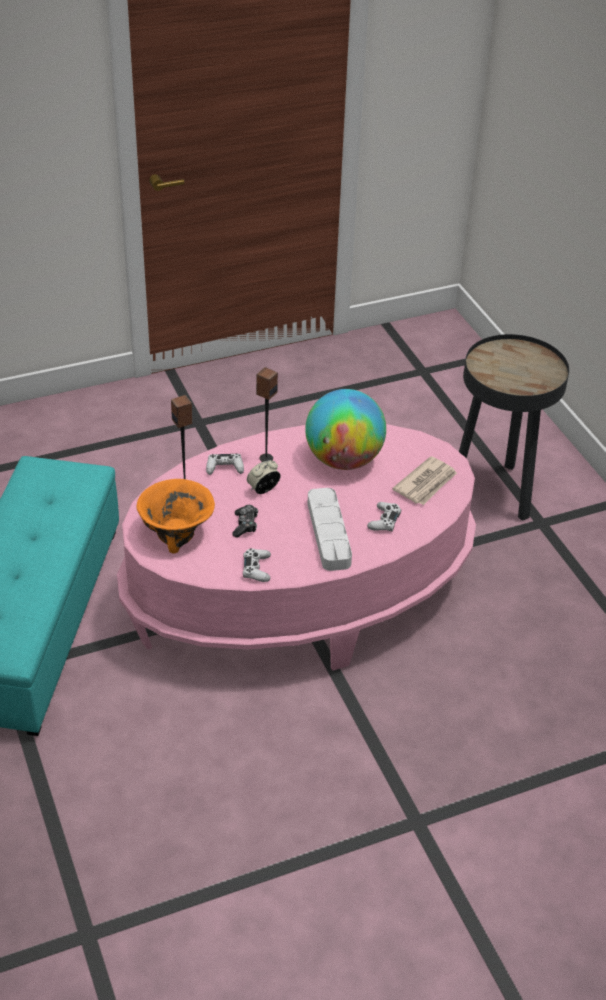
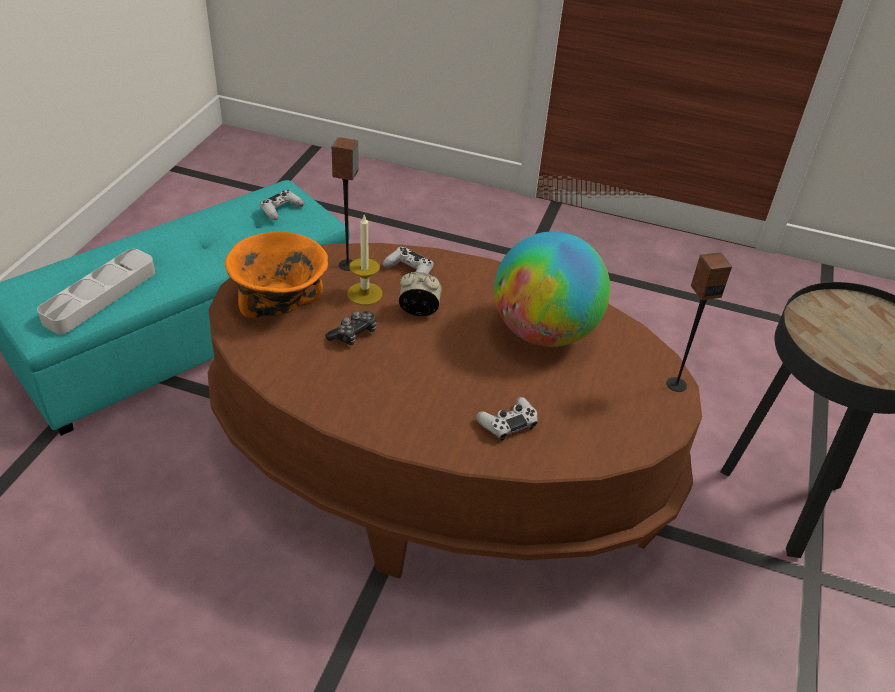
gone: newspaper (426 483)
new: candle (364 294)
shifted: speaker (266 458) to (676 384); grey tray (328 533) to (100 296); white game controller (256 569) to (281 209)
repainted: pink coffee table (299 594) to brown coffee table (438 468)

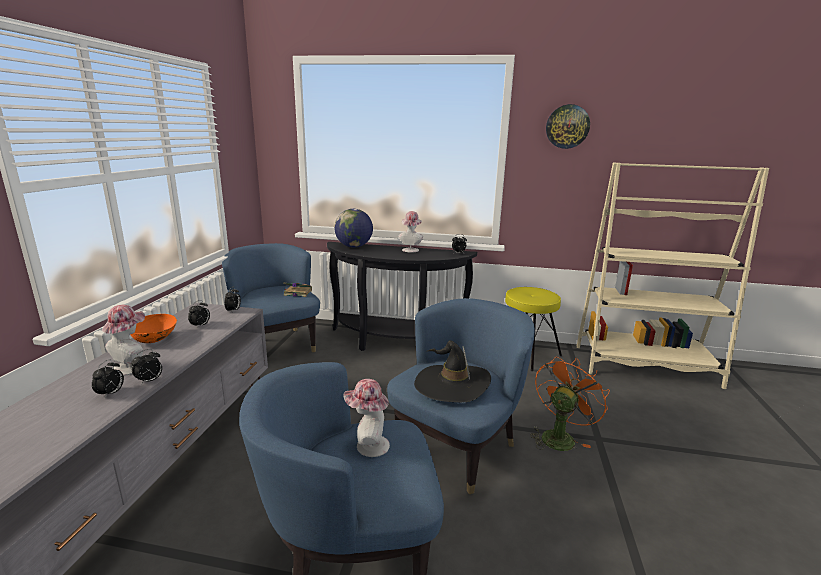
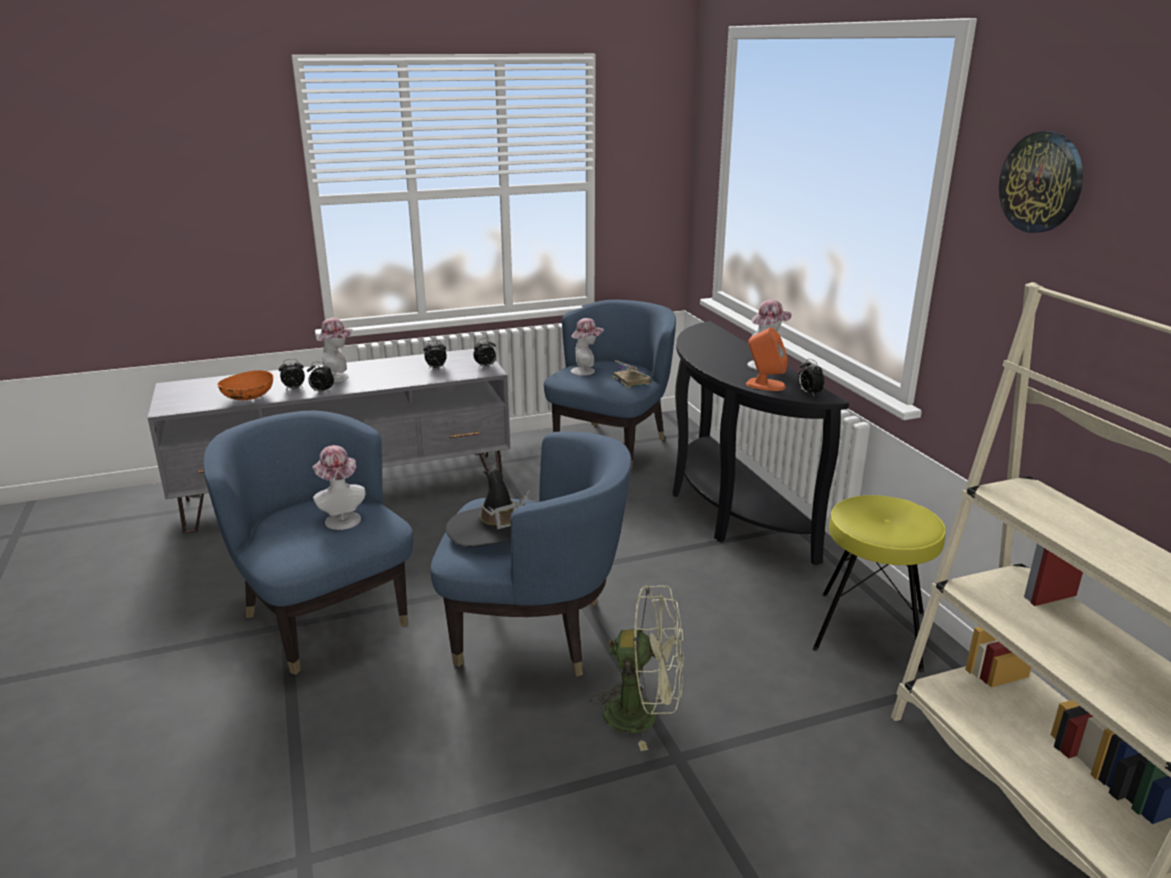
gone: globe (354 246)
new: hat (586 371); orange speaker (765 385)
shifted: orange bowl (155 340) to (248 398)
repainted: orange fan (559 436) to green fan (643 715)

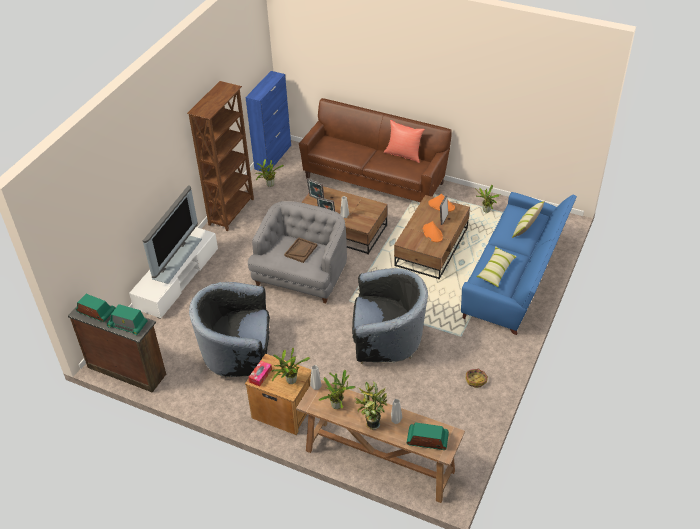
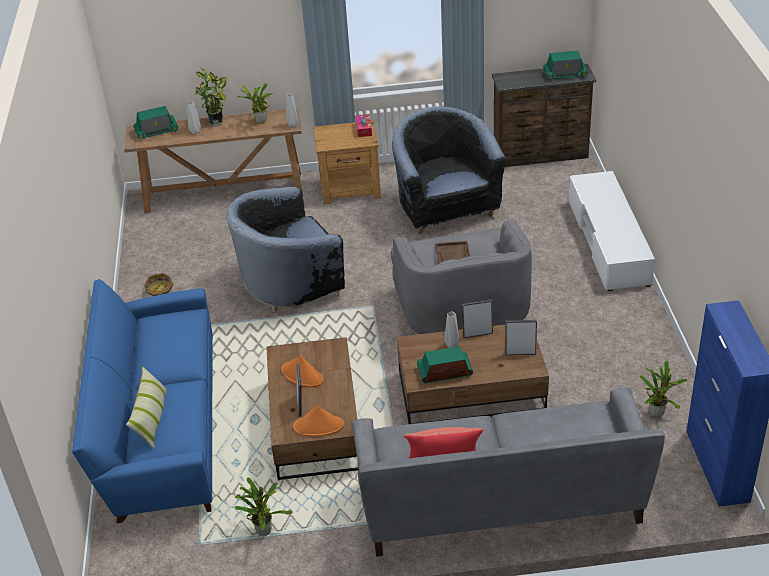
gone: brown bookcase (232 212); television (175 258); pillow (496 270); potted plant (290 381)
shifted: radio (128 325) to (444 372)
repainted: brown sofa (374 180) to grey sofa (501 502)
rotated: black armchair (238 354) = (445 209) 75 degrees counterclockwise

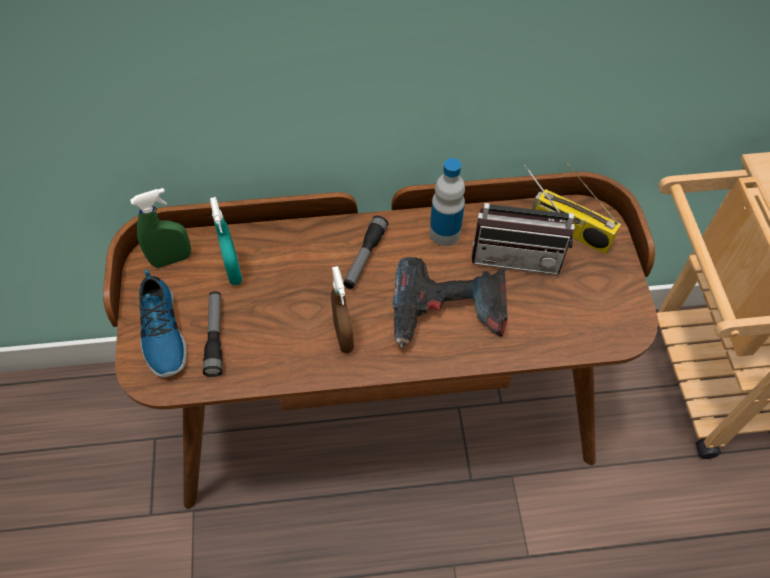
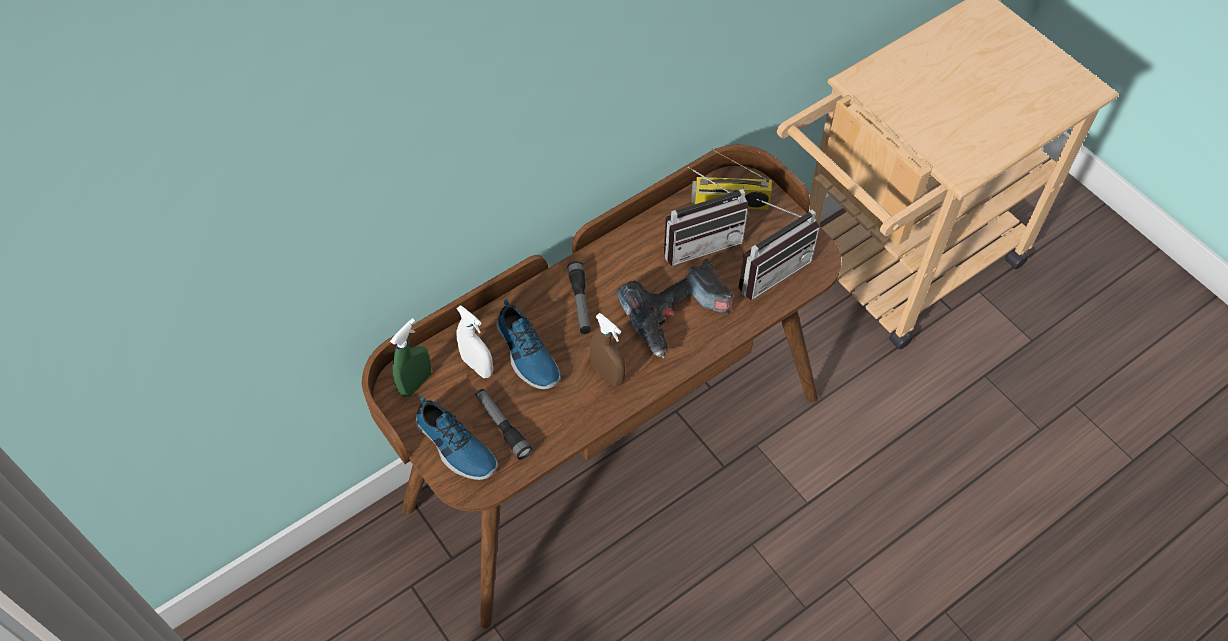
gone: bottle (444 233)
new: radio (769 268); shoe (526 354)
repainted: turquoise spray bottle (233 270) to white spray bottle (477 366)

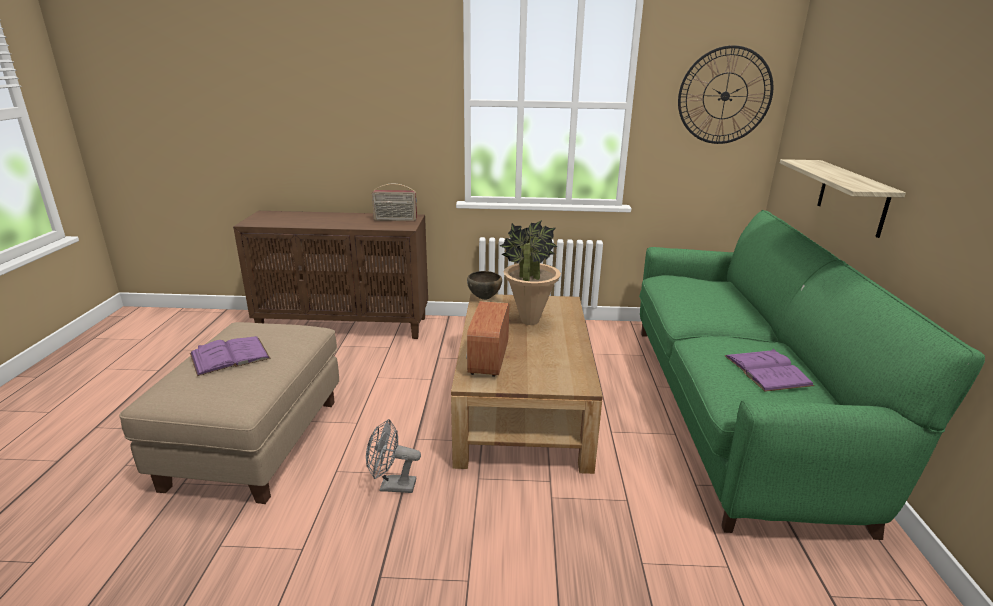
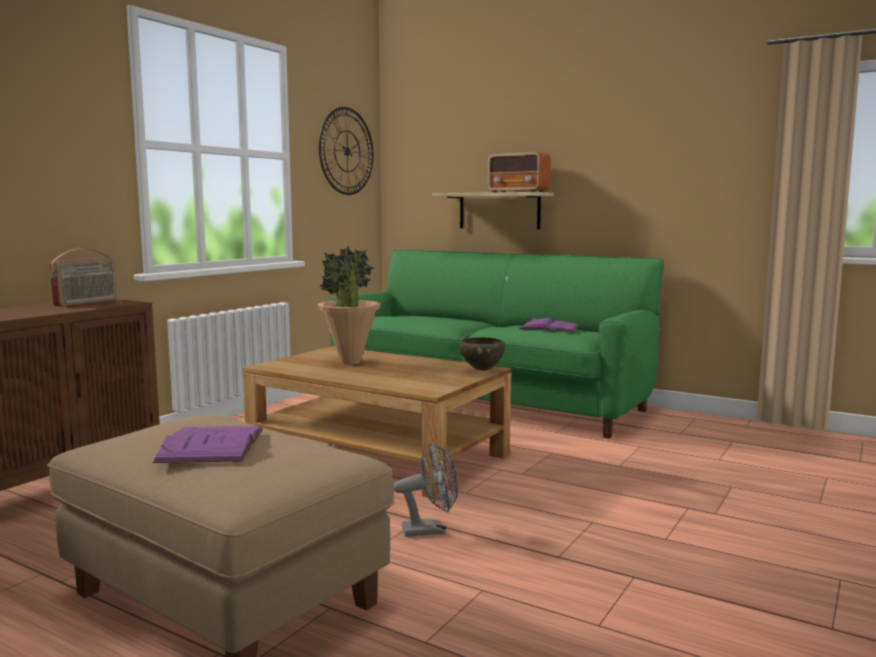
shifted: brown bowl (484 298) to (482 370); radio (488 359) to (518 192)
rotated: grey fan (392 486) = (430 530) 135 degrees counterclockwise

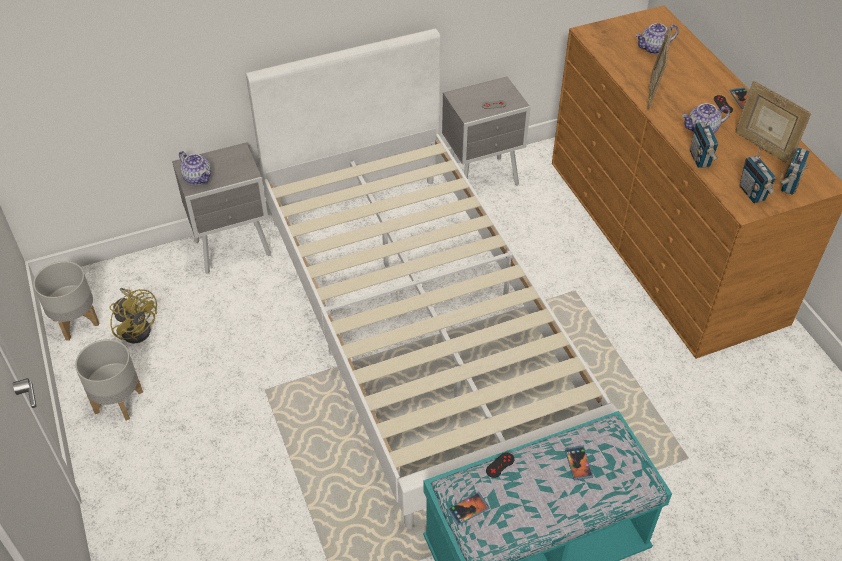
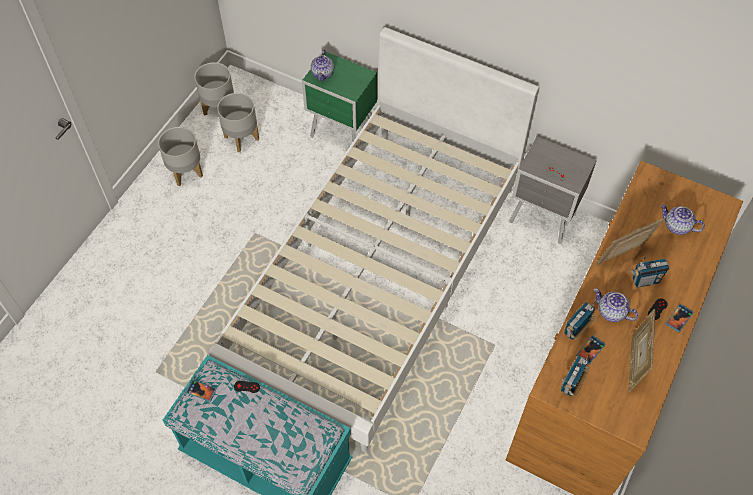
shifted: radio (788 185) to (645 280); phone (578 463) to (590 350)
swapped: yellow fan (137 327) to grey planter (242 138)
repainted: grey nightstand (234 249) to green nightstand (343 135)

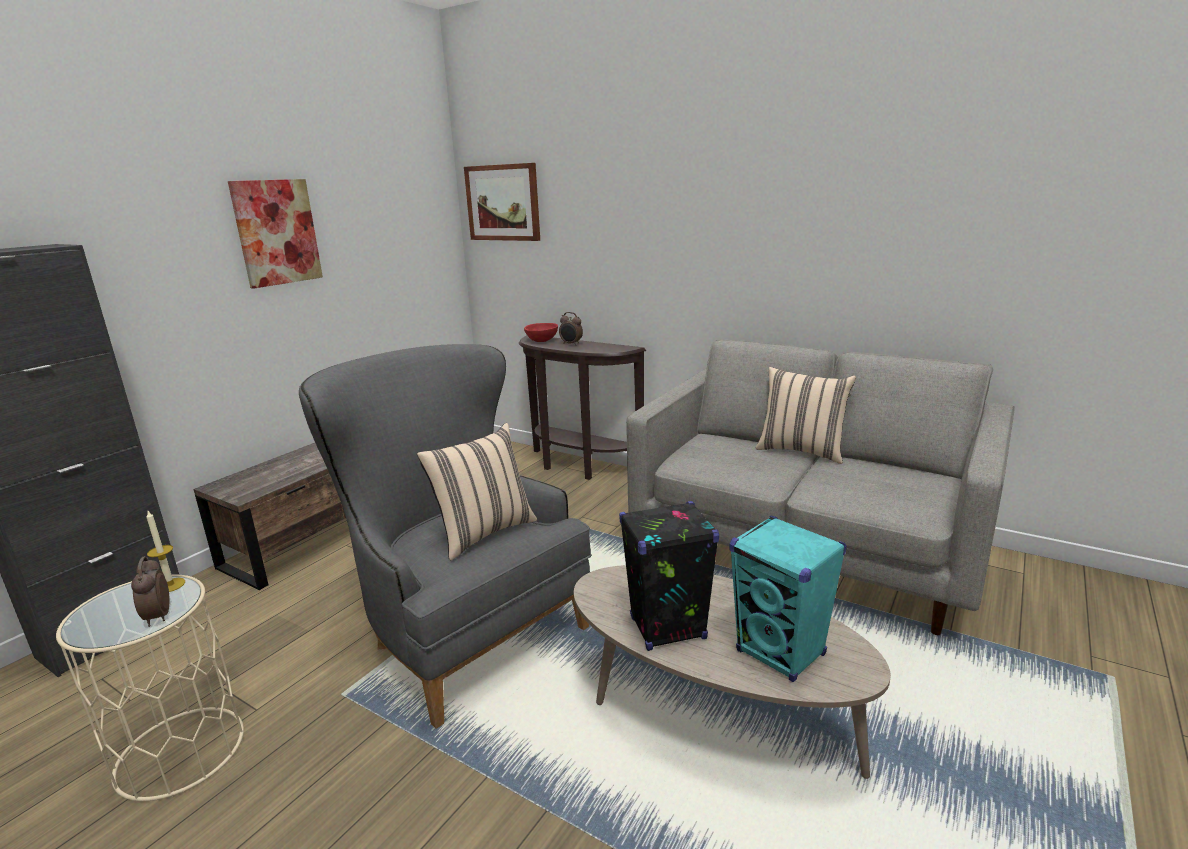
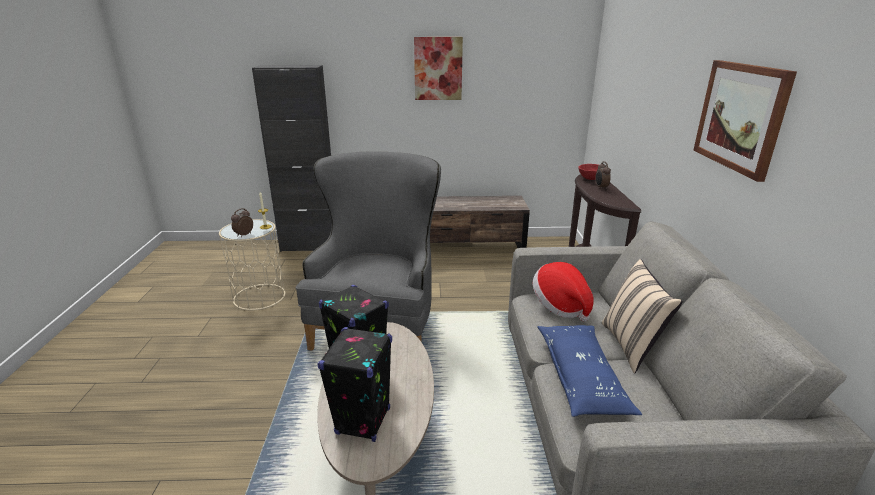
gone: beige pillow (483 533)
new: hat (560 306); blue pillow (581 378)
shifted: picture (503 203) to (740 116)
repainted: turquoise speaker (781 653) to black speaker (363 421)

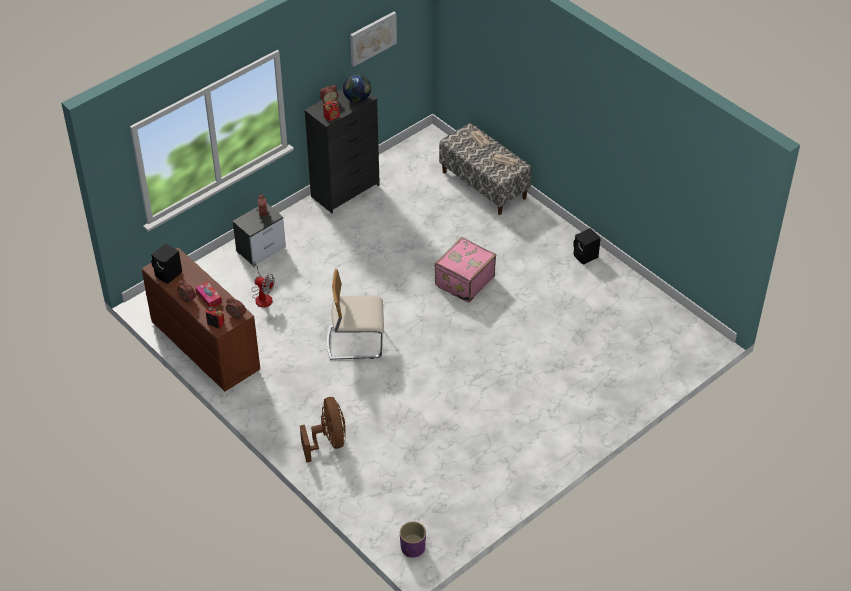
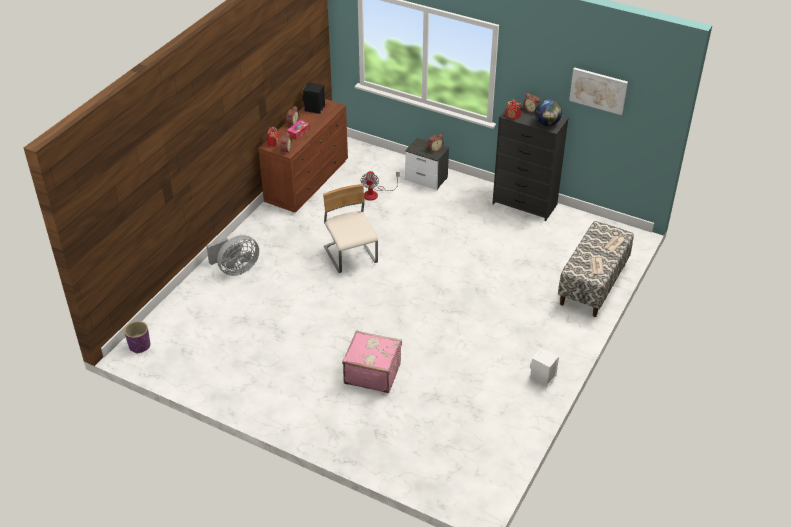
shifted: pink suitcase (463 281) to (372 373)
repainted: black speaker (586 257) to white speaker (542 378); brown fan (328 441) to grey fan (236 269)

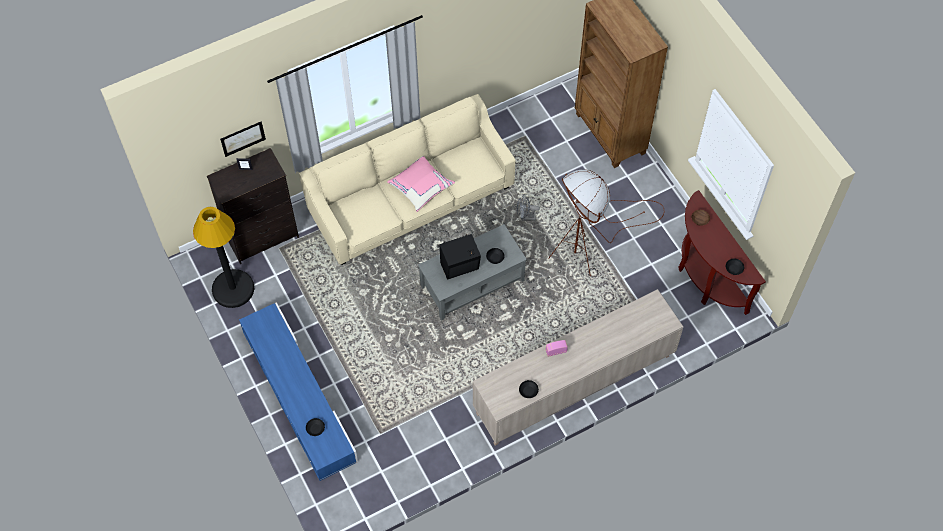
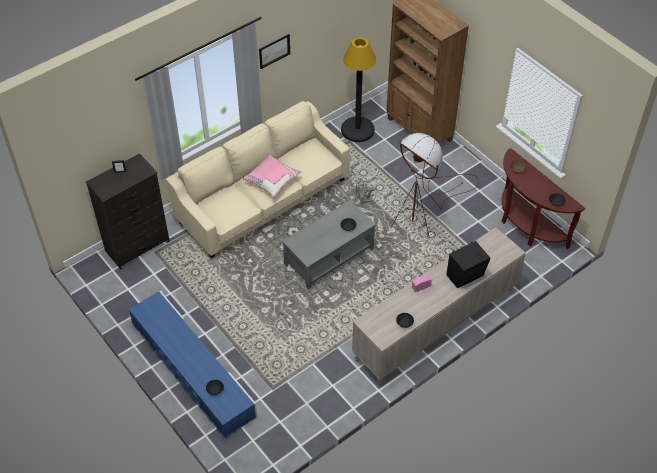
shifted: picture (243 138) to (274 51); black floor lamp (233 289) to (357 130); black speaker (460 267) to (466 276)

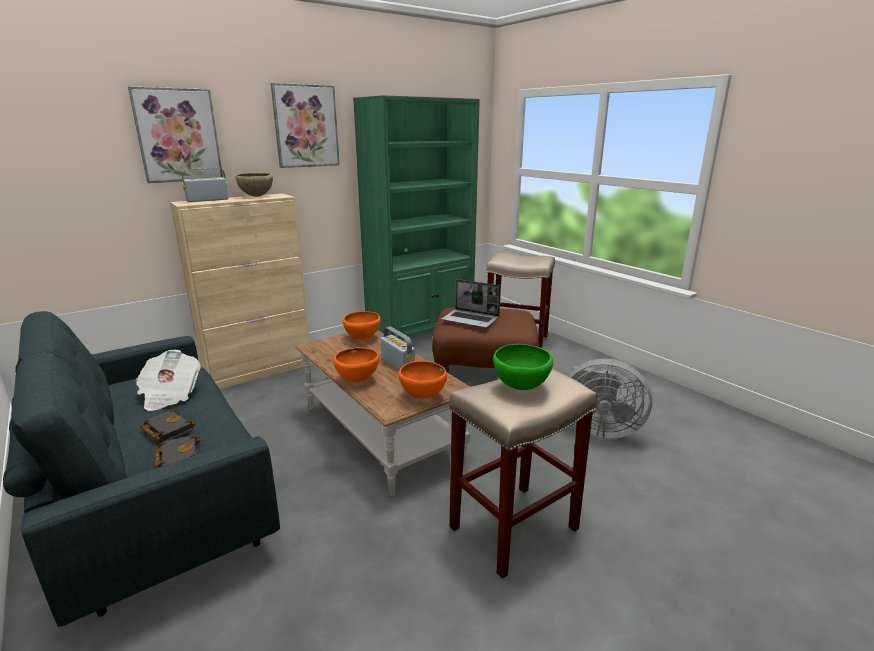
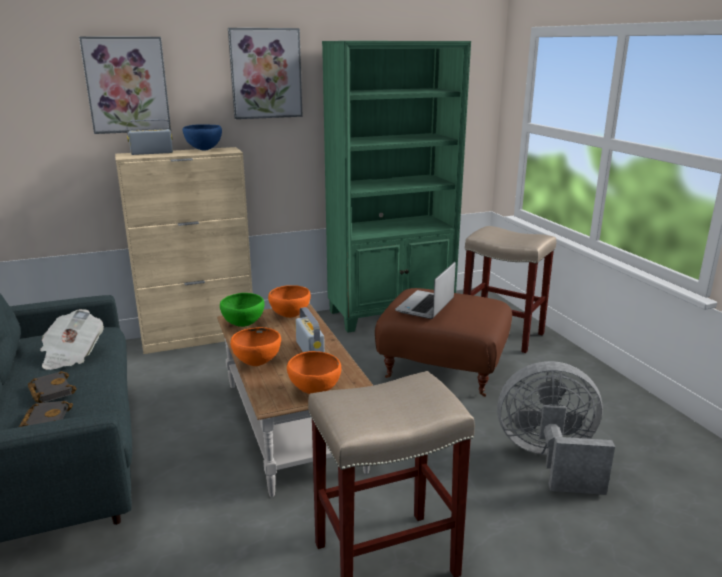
shifted: green bowl (520 387) to (243 325)
repainted: brown bowl (256 196) to blue bowl (204 150)
rotated: laptop (471 319) = (425 306) 75 degrees clockwise; grey fan (598 428) = (549 460) 150 degrees clockwise

